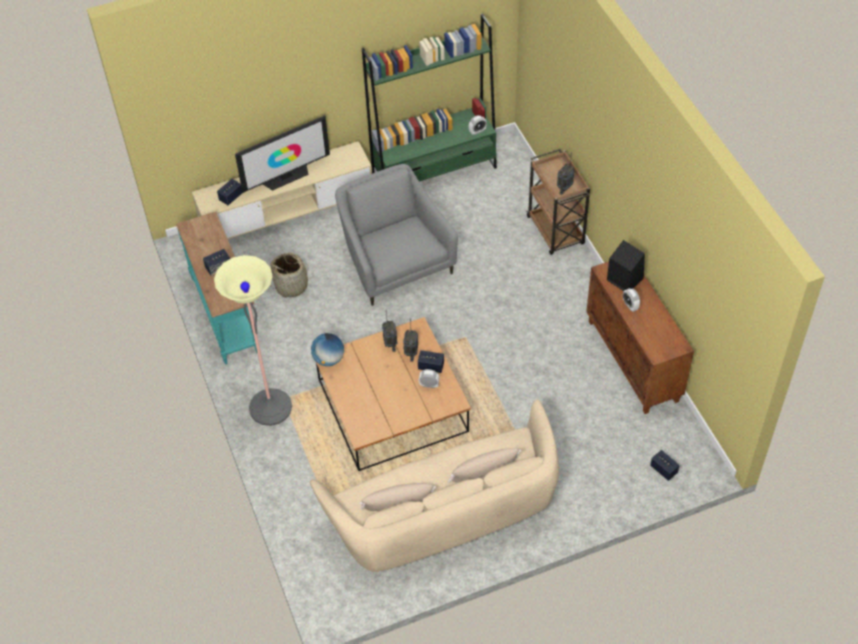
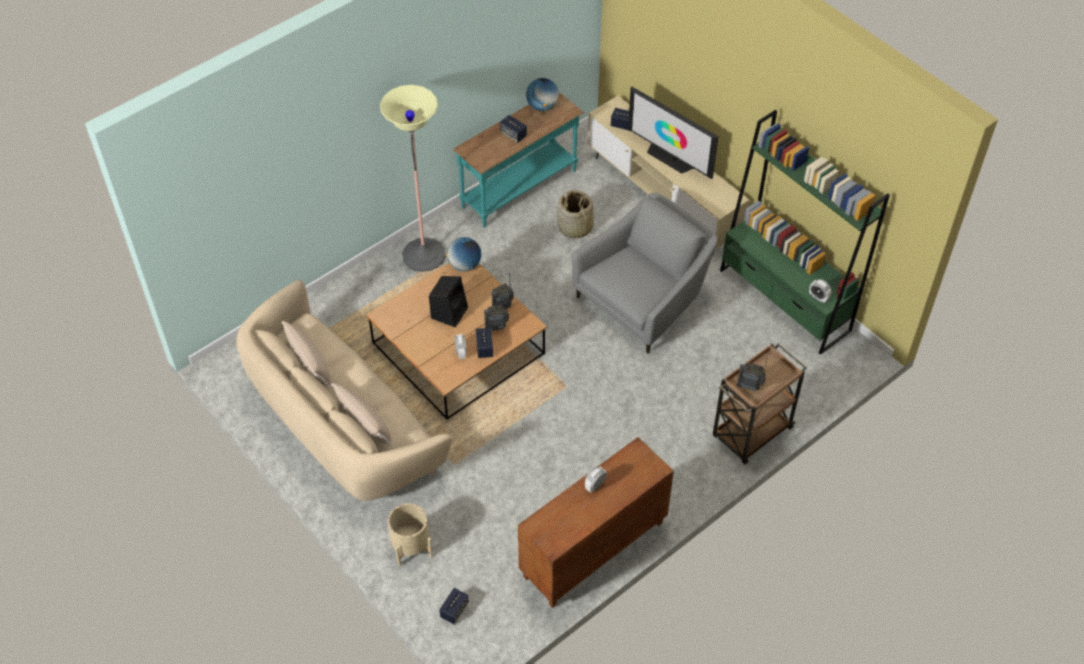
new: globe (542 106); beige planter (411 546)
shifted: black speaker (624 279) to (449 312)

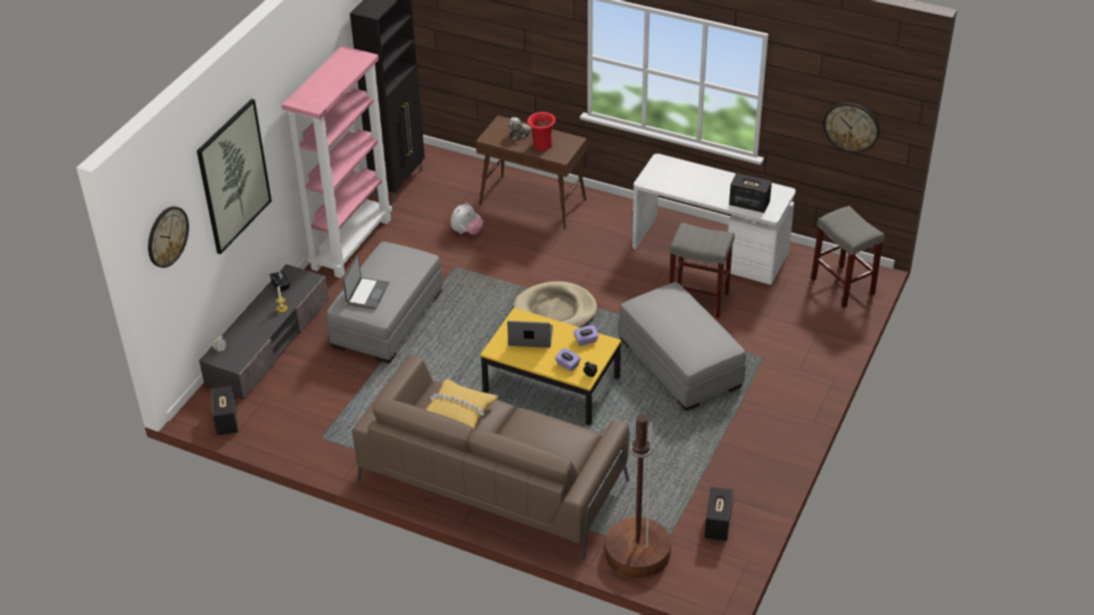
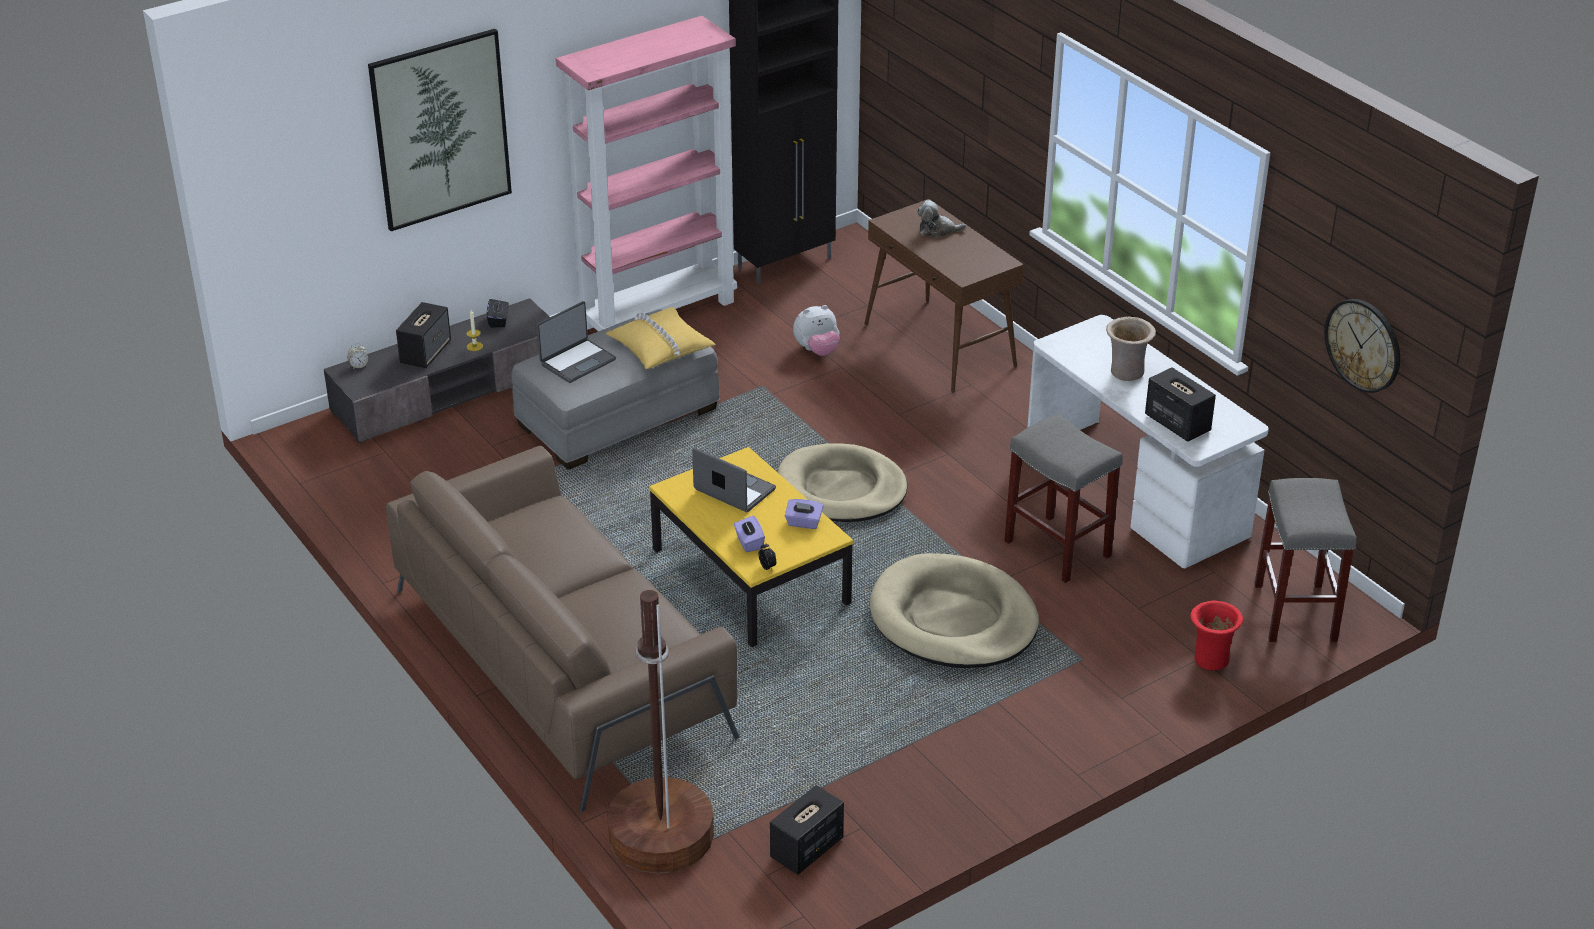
gone: wall clock (167 236)
new: beige vase (1126 374)
shifted: red vase (541 145) to (1210 659); yellow pillow (459 412) to (660 347); speaker (226 420) to (426 352)
swapped: grey ottoman (680 363) to beige dog bed (953 619)

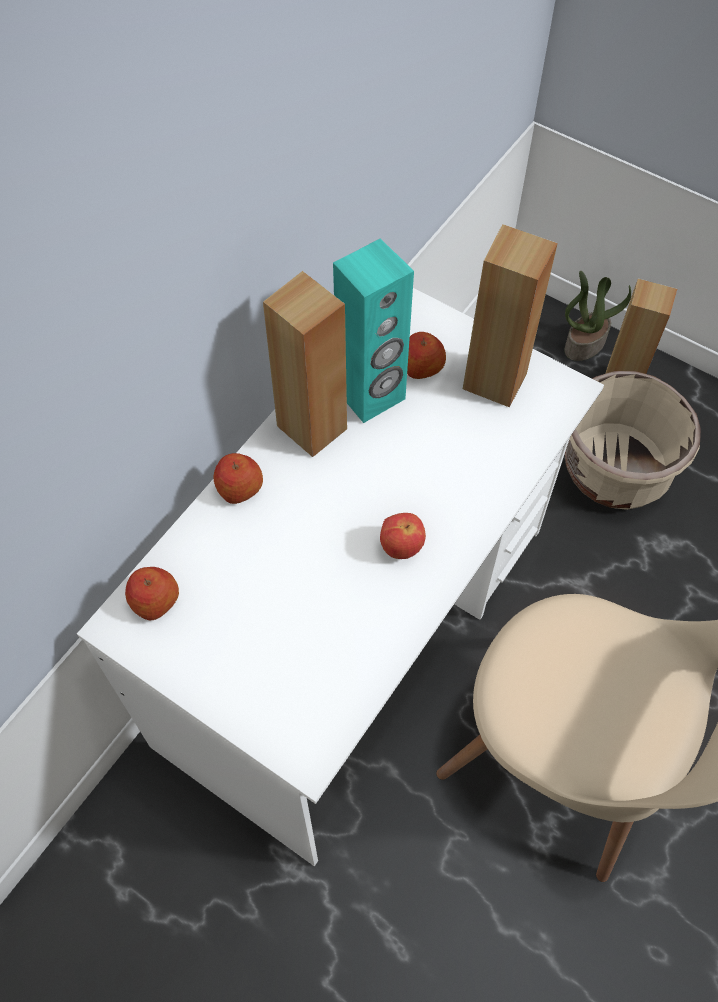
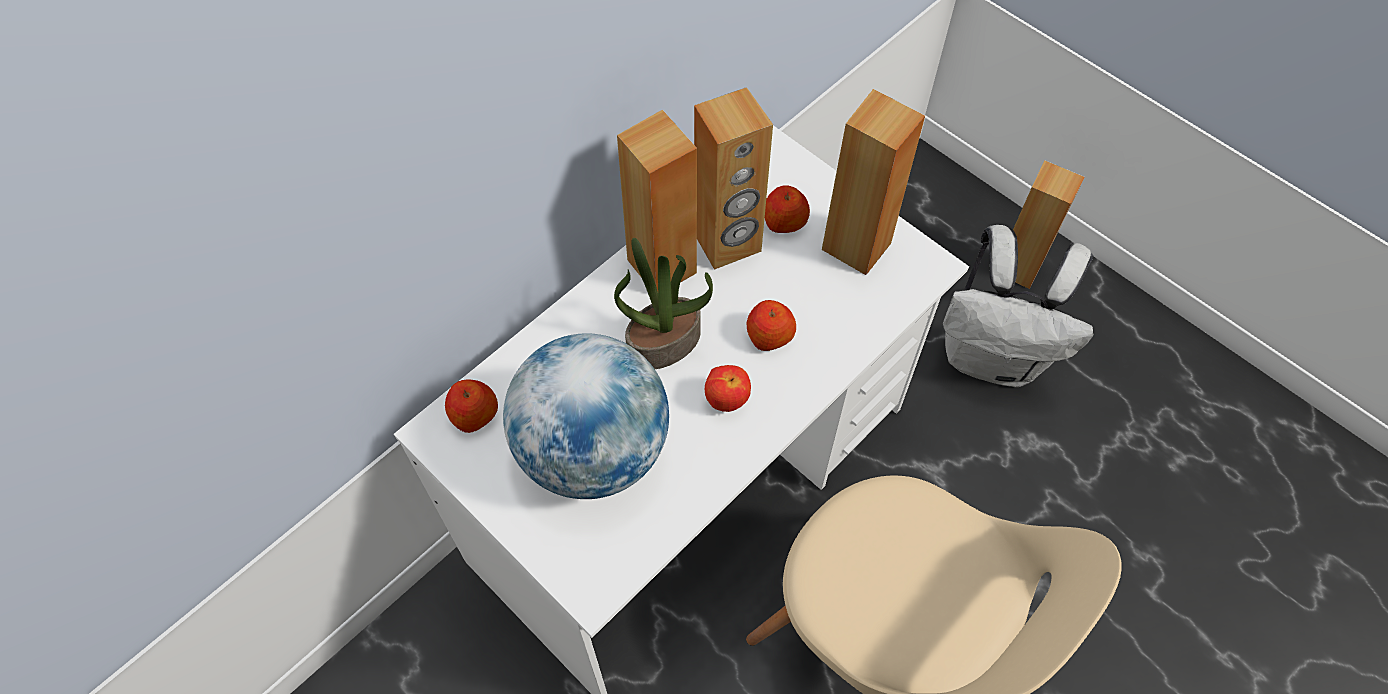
new: globe (593 451)
shifted: potted plant (584 343) to (664 342); apple (239 488) to (769 336)
swapped: beige planter (614 469) to white backpack (993 357)
repainted: turquoise speaker (371 396) to brown speaker (728 243)

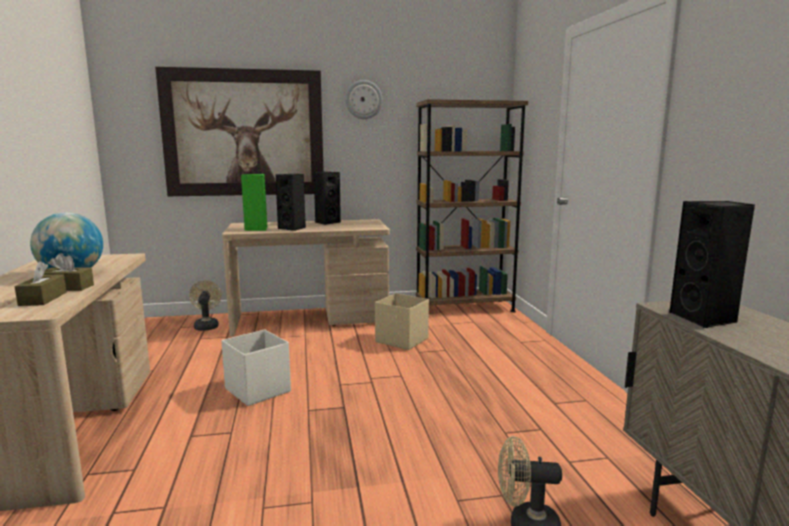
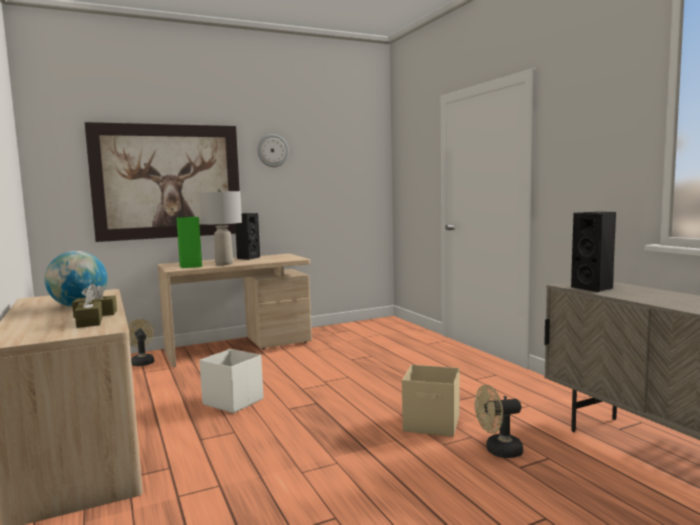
gone: brown bookcase (464 308)
shifted: beige storage box (402 340) to (432 424)
swapped: black speaker (293 228) to grey table lamp (224 264)

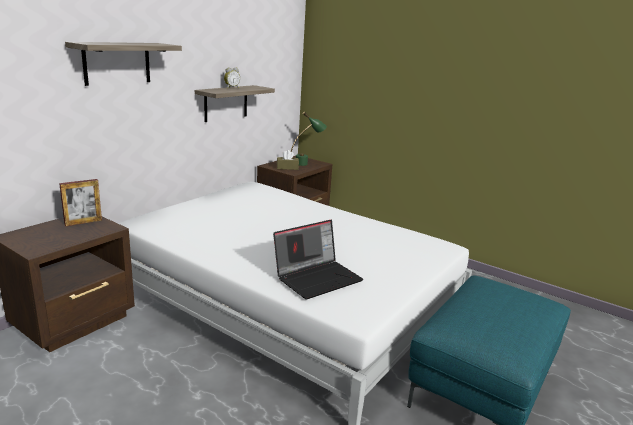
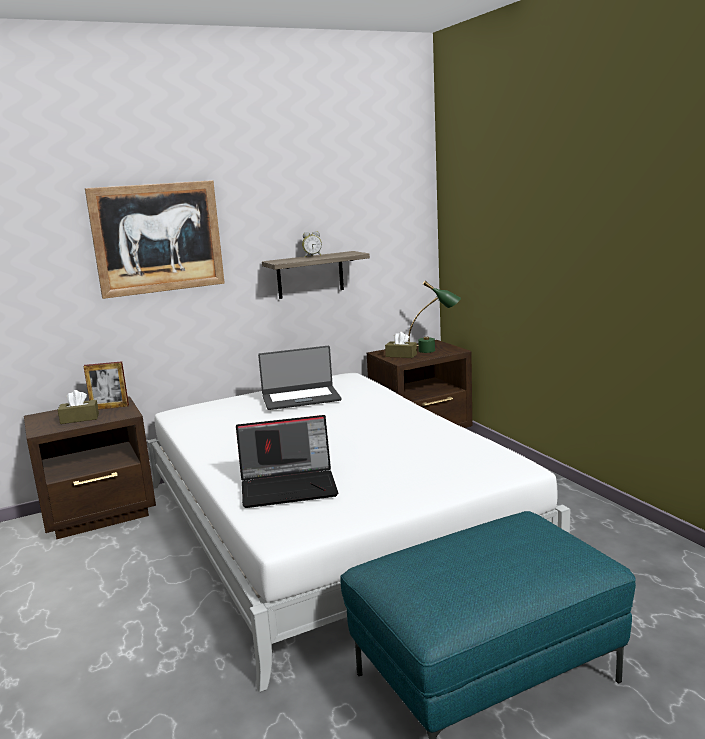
new: laptop (301 398); brown tissue box (79 419)
swapped: shelf (117 63) to picture (158 238)

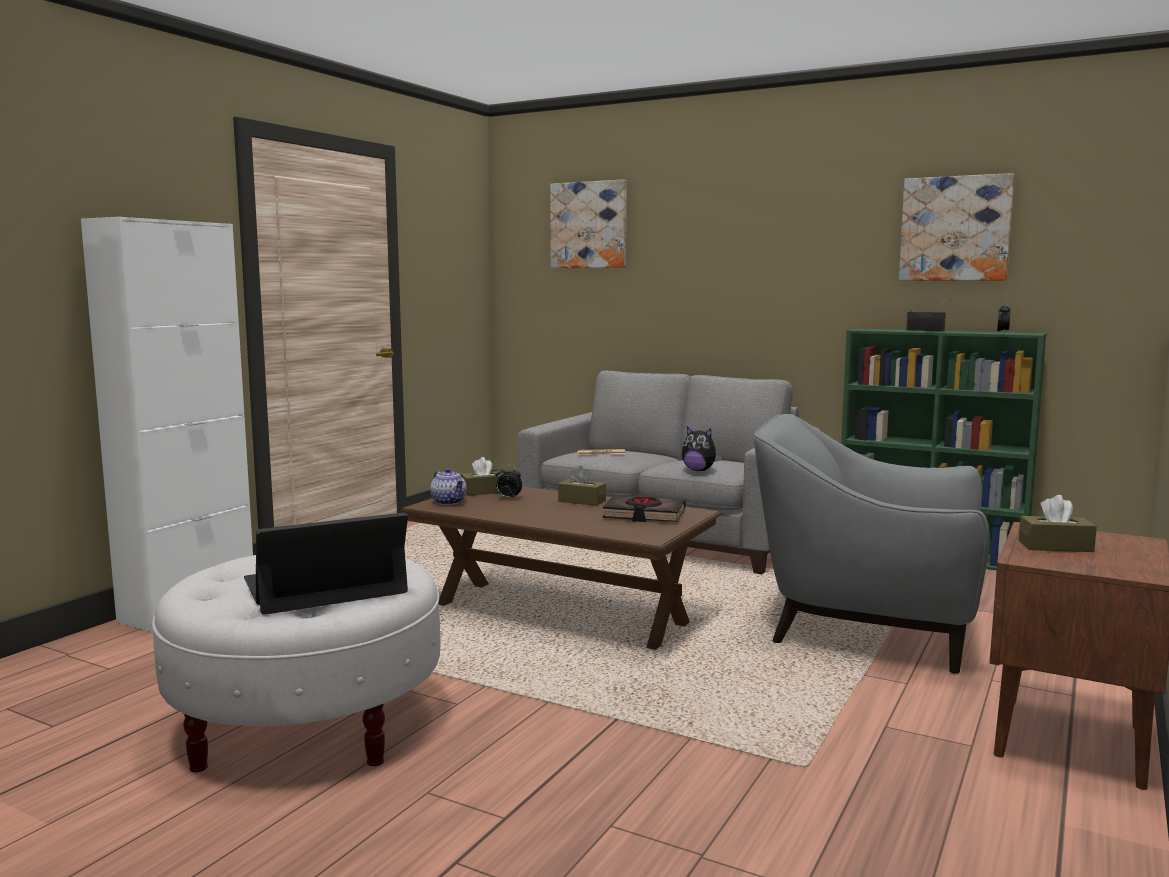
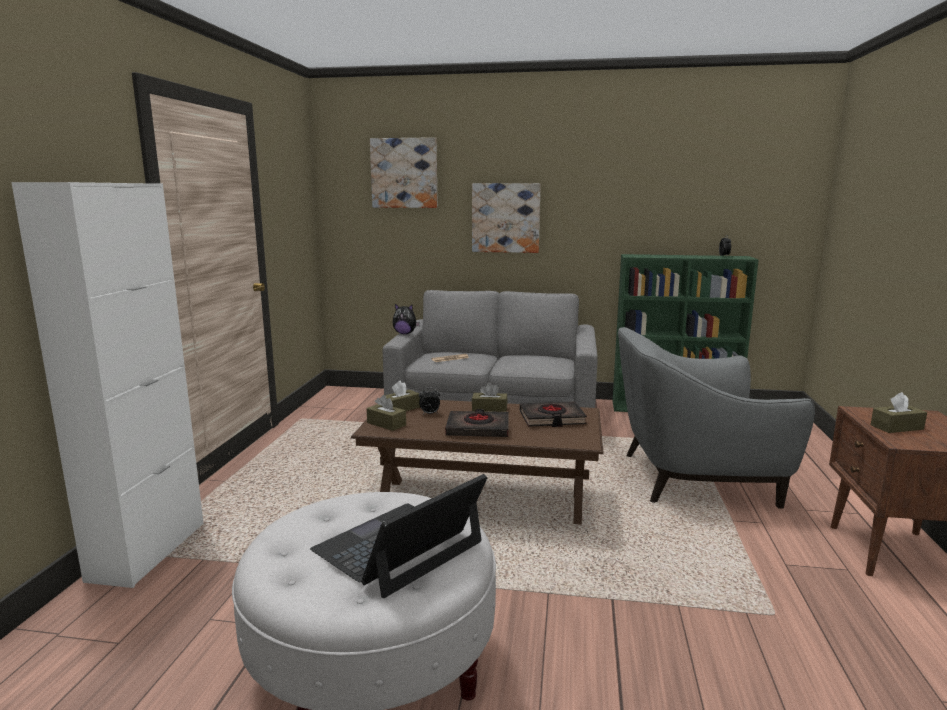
gone: radio (927 330)
new: black book (478 429)
shifted: picture (955 229) to (506 218); plush toy (699 470) to (405 333)
swapped: teapot (449 502) to brown tissue box (386 424)

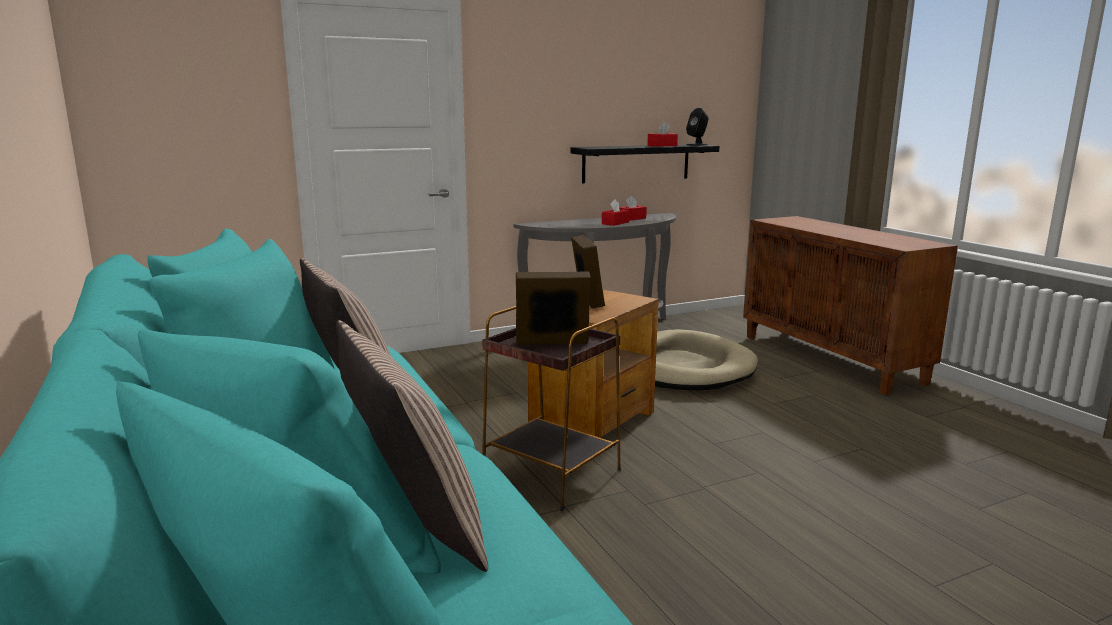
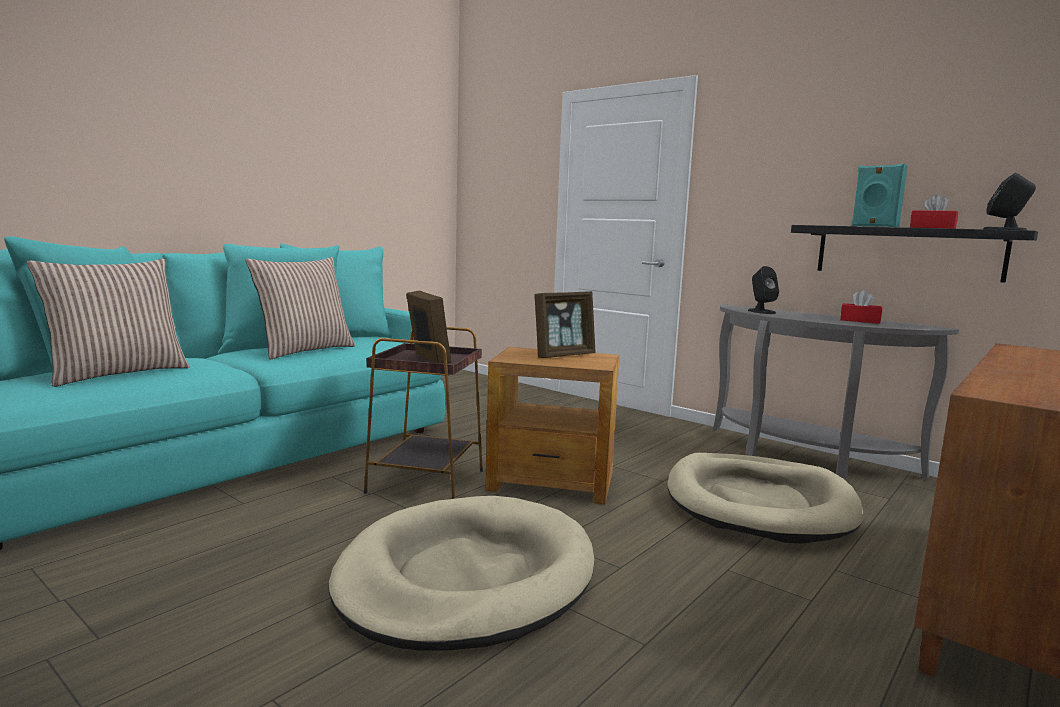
gone: red tissue box (615 223)
new: turquoise speaker (874 226); black speaker (761 311); beige dog bed (466 578)

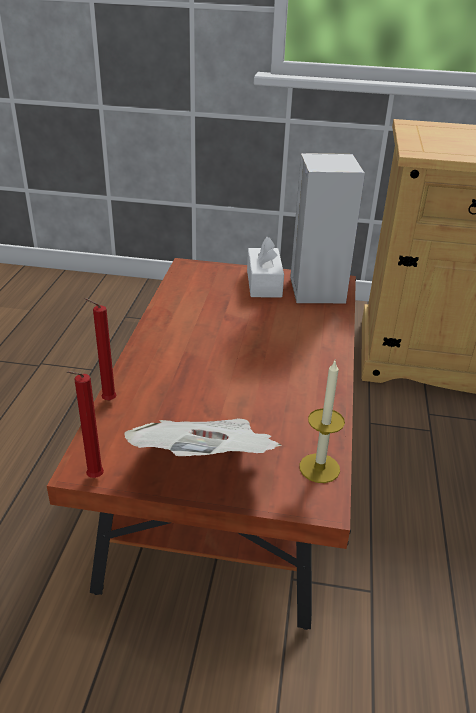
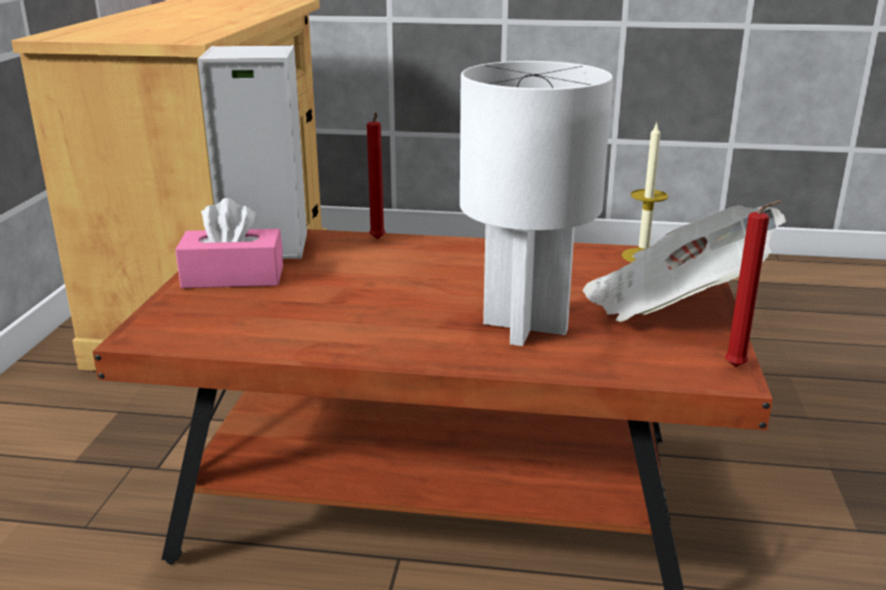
new: white table lamp (523 327)
shifted: red candle (106 400) to (377 240)
repainted: white tissue box (264 283) to pink tissue box (233 277)

